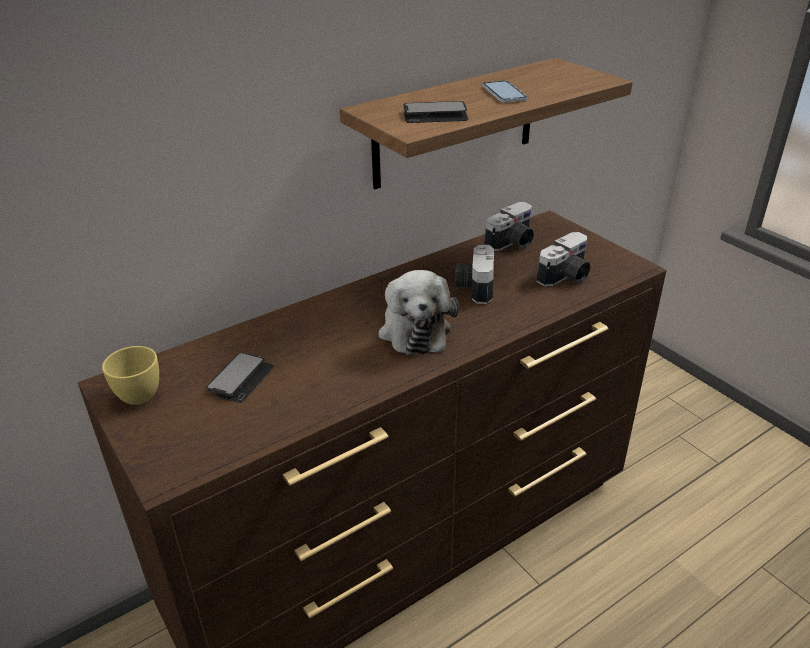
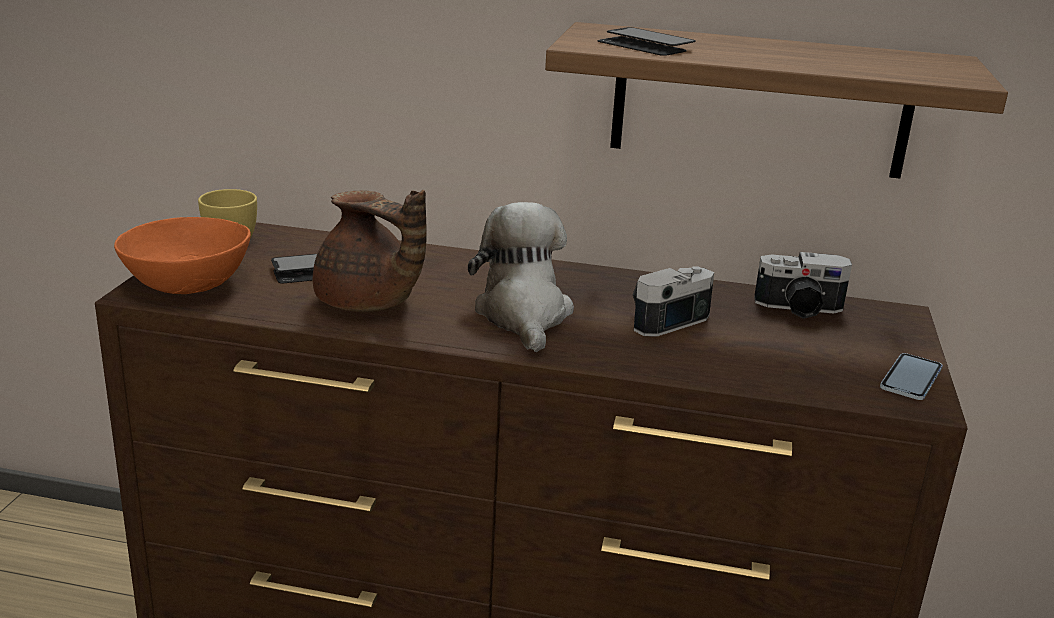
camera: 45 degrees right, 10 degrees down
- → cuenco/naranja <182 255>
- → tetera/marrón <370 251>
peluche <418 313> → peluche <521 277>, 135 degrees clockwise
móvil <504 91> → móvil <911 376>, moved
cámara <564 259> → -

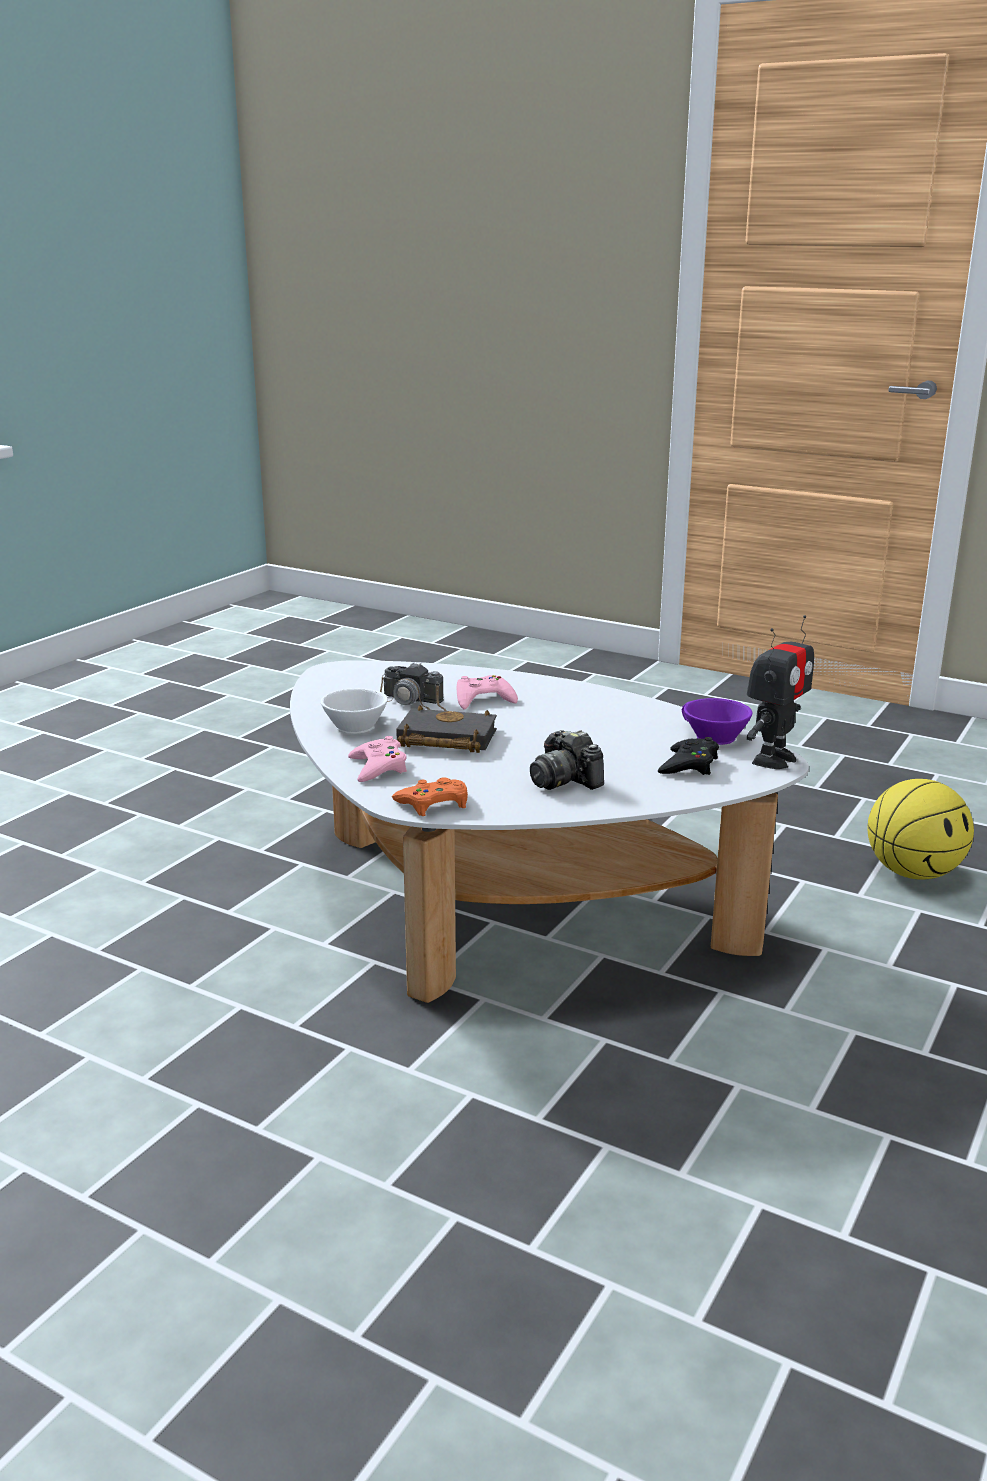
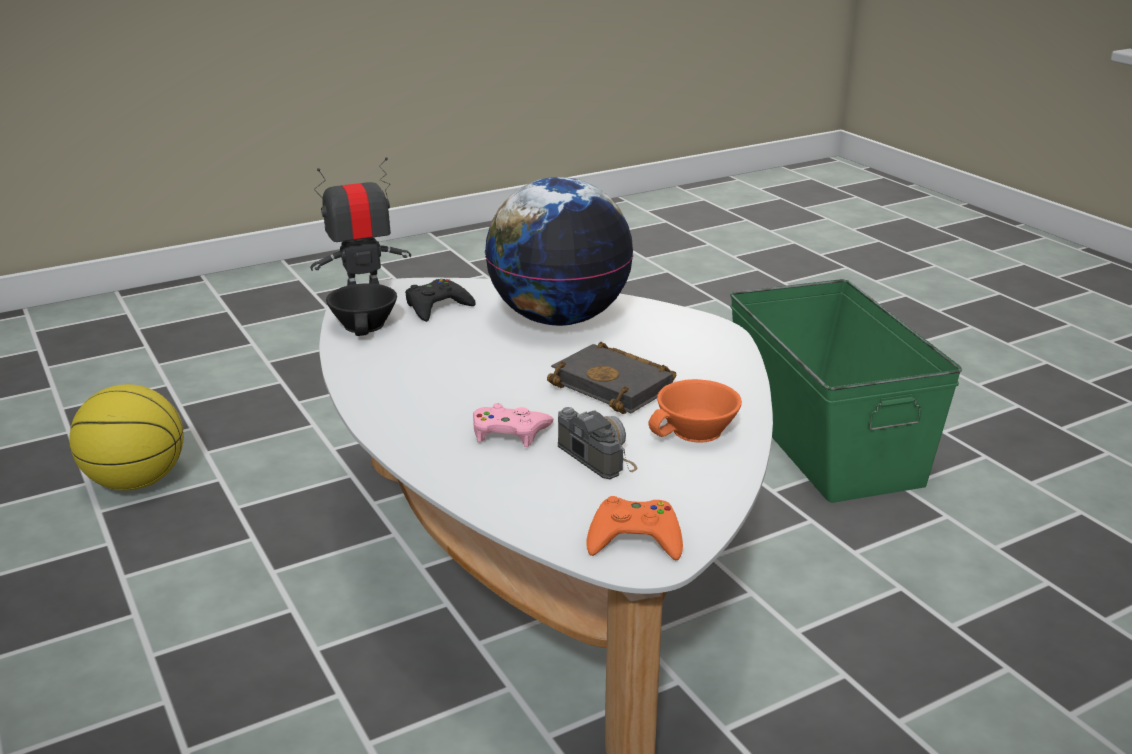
camera: 150 degrees left, 5 degrees up
taza/morado <717 721> → taza/negro <361 309>
cámara <567 760> → globo terráqueo <559 251>
mando de consola/naranja <430 797> → mando de consola/naranja <634 528>, moved
taza/blanco <354 711> → taza/naranja <695 411>
- → caja de almacenaje/verde <846 391>
mando de consola/rosa <377 759> → -

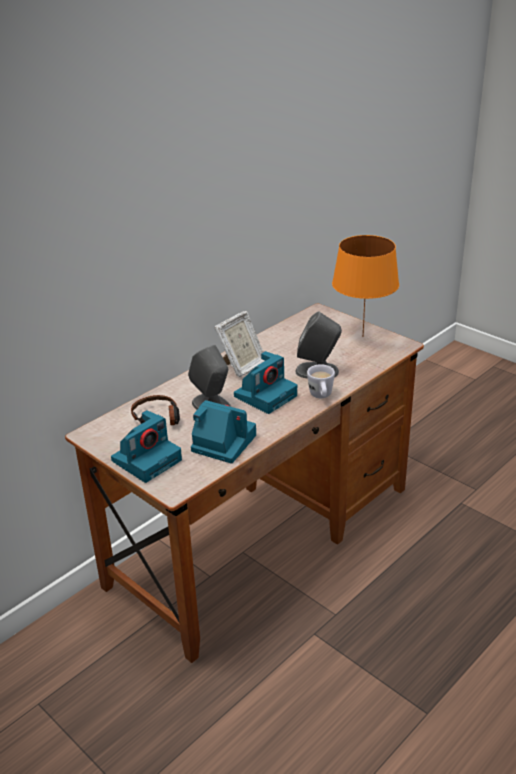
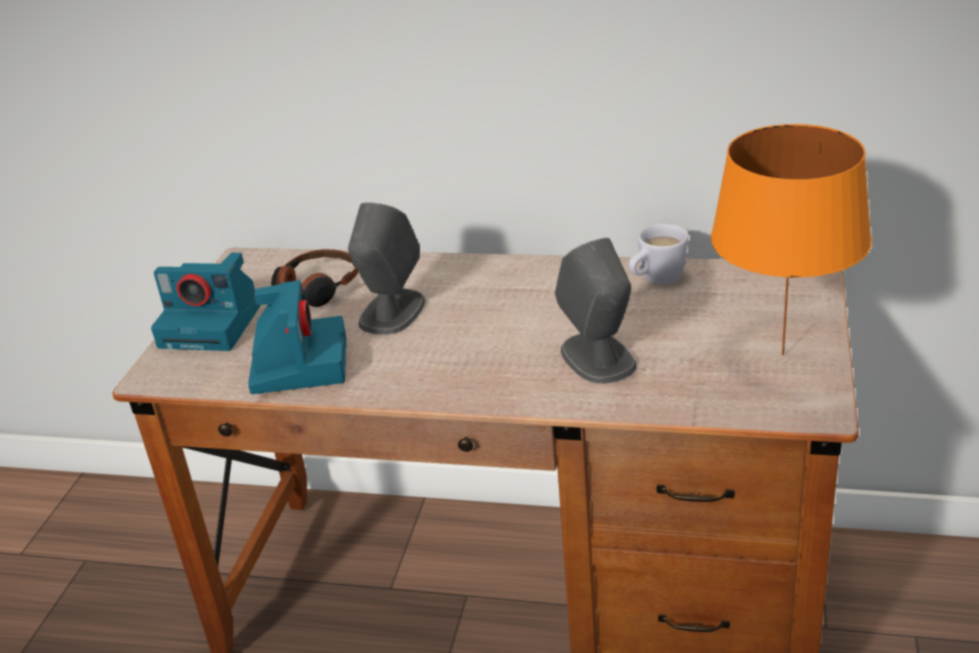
camera: 60 degrees right, 0 degrees up
taza grande/blanco <321 381> → taza grande/blanco <659 254>, moved
portarretratos <239 344> → -
cámara <265 382> → -

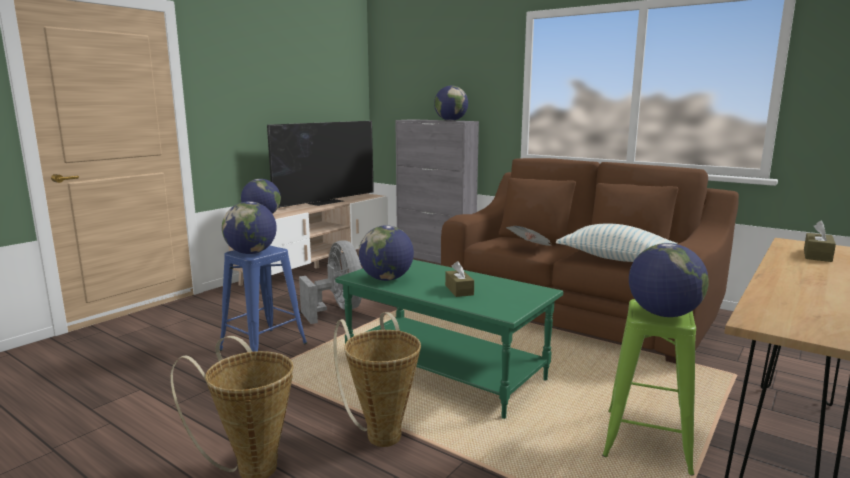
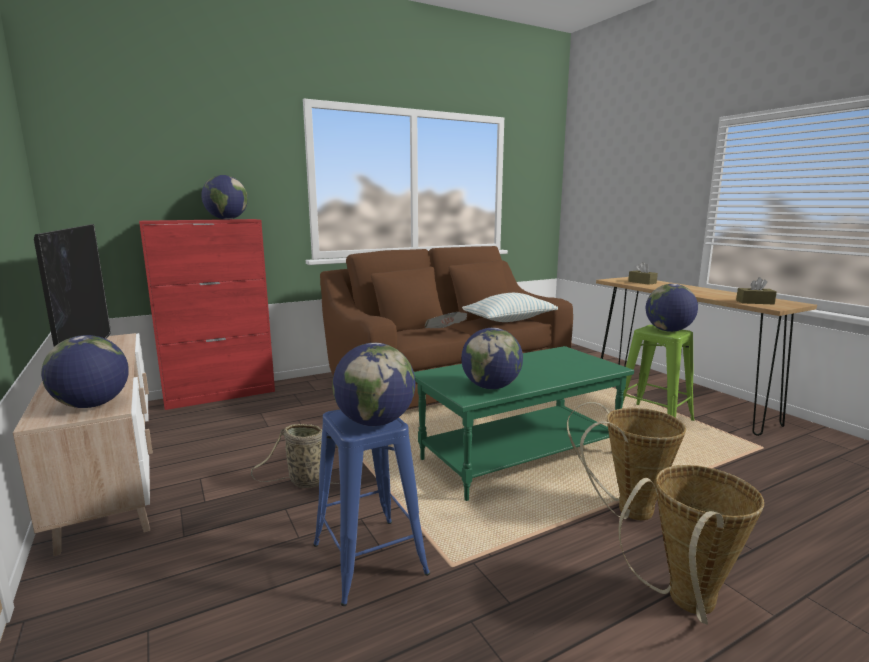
camera: 65 degrees left, 0 degrees up
armario/gris <437 191> → armario/rojo <207 314>
ventilador/gris <330 282> → cesta <295 456>
caja de pañuelos/marrón <459 279> → caja de pañuelos/marrón <756 290>, moved

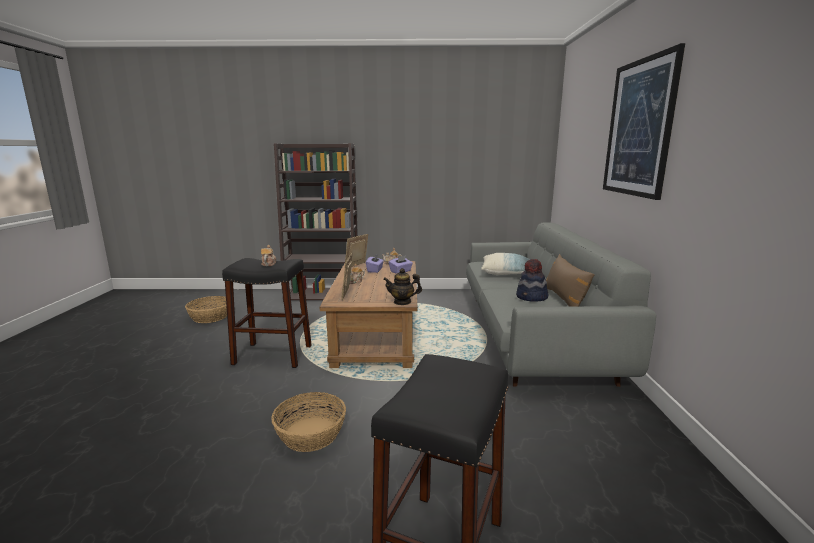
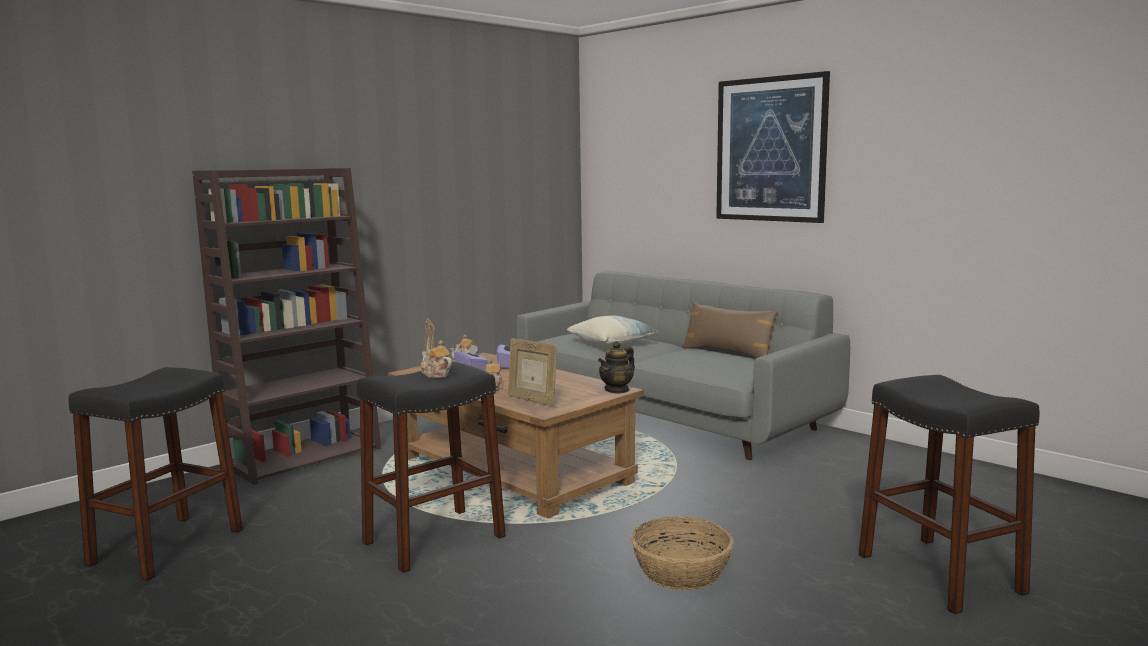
camera: 45 degrees left, 5 degrees down
cesta <206 309> → taburete/negro <155 474>
sombrero <532 280> → -

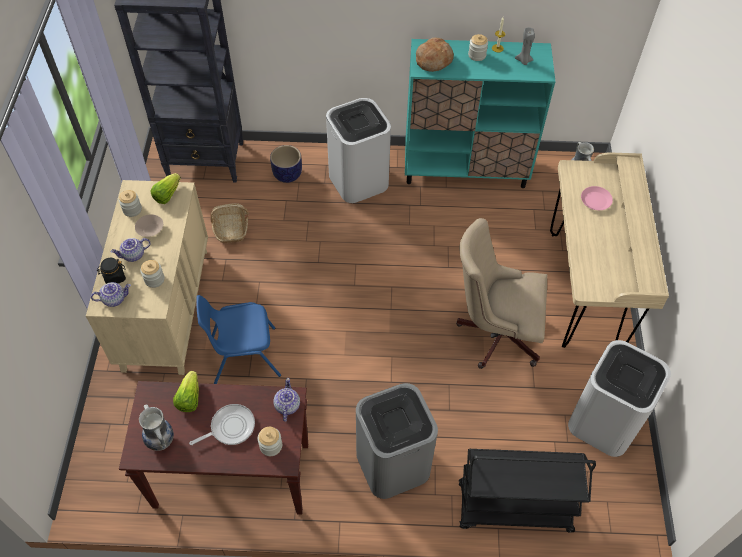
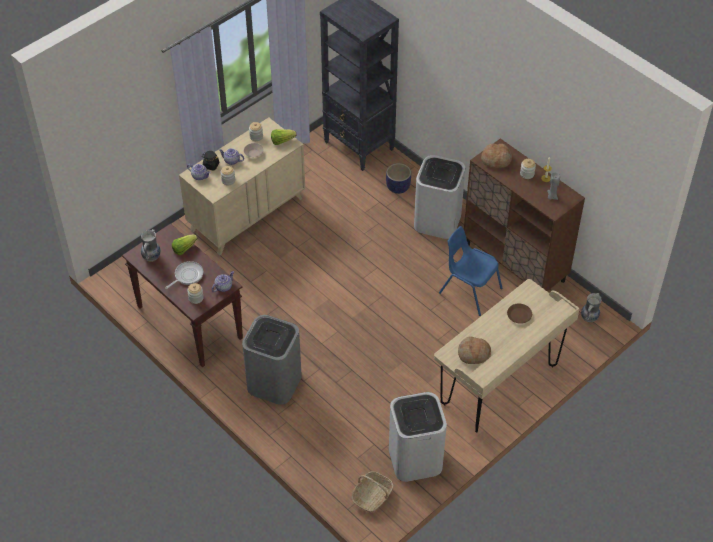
camera: 45 degrees right, 5 degrees down
sartén <222 424> → sartén <184 275>, 60 degrees counterclockwise
cesta <229 223> → cesta <372 492>, moved
silla/azul <238 339> → silla/azul <470 271>, moved
- → pan <474 350>
armario/turquesa <480 113> → armario/marrón <524 214>
plato/rosa <597 198> → plato/marrón <519 314>
silla de oficina/beis <501 293> → -
carrito/negro <527 491> → -

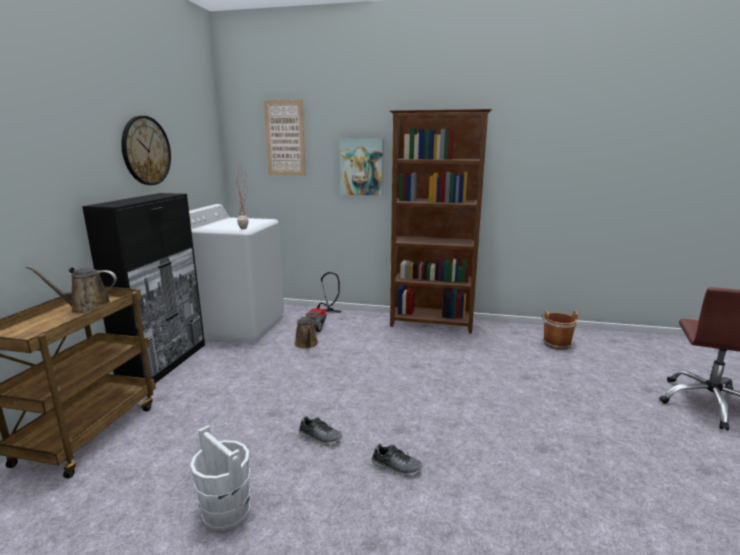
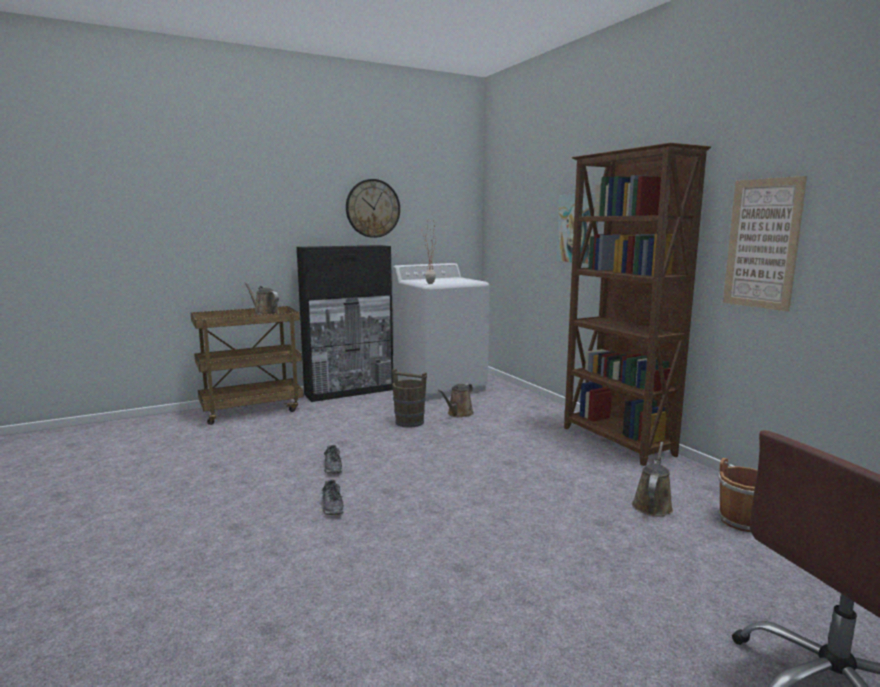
camera: 50 degrees right, 5 degrees down
- → cubo/marrón <409 398>
- → regadera/marrón <652 479>
cuadro <285 137> → cuadro <765 244>, moved
cubo/blanco <220 478> → -
aspiradora <324 302> → -

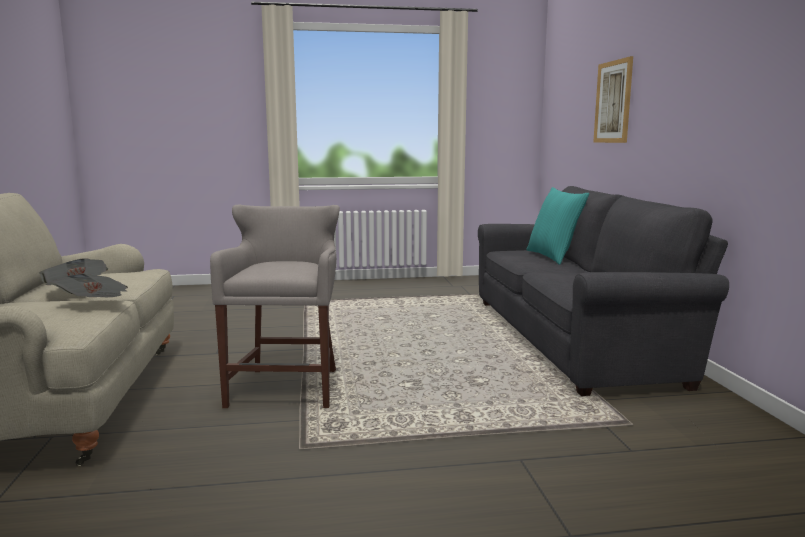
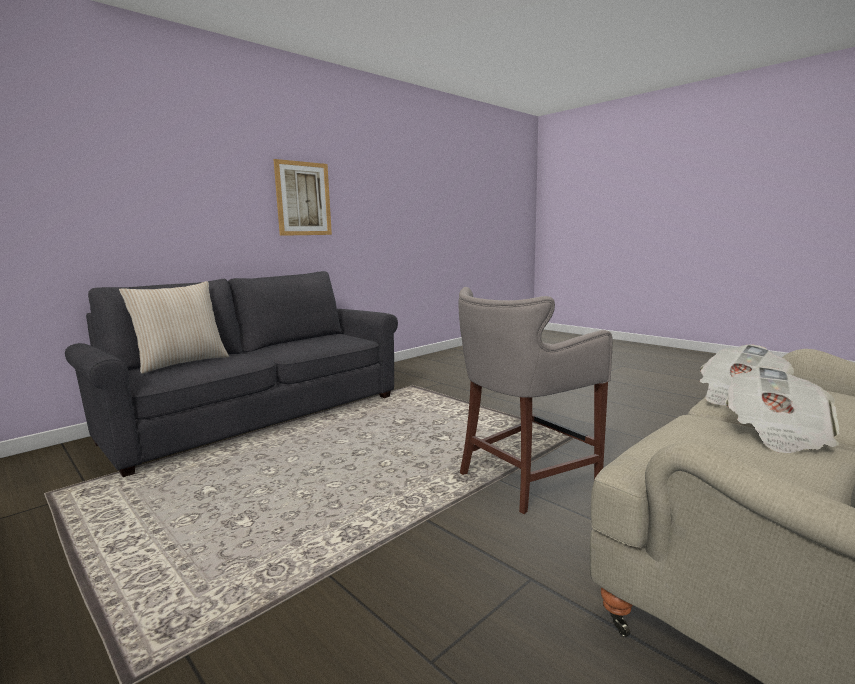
camera: 125 degrees left, 0 degrees up
cojín/turquesa <557 226> → cojín/beis <174 327>
cuadro <613 99> → cuadro <303 197>, moved

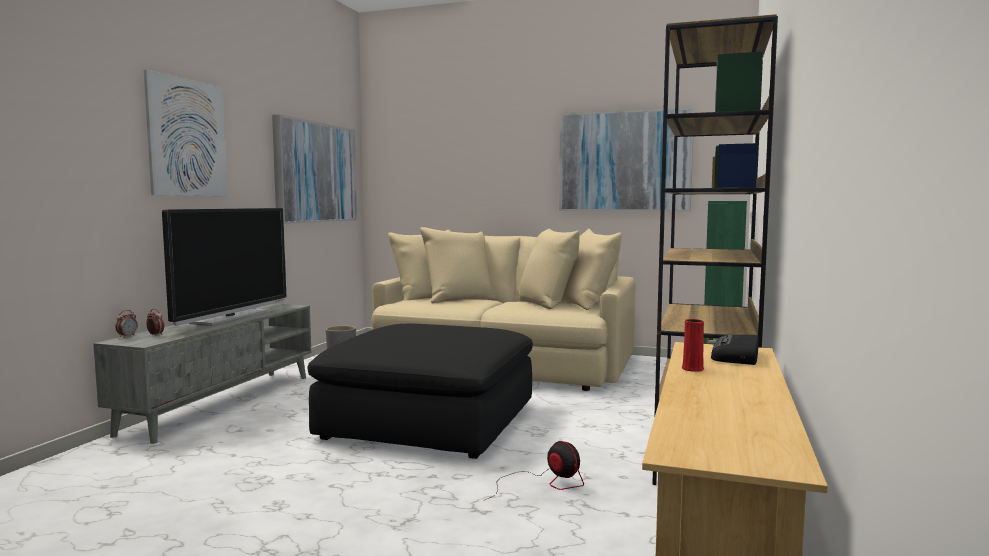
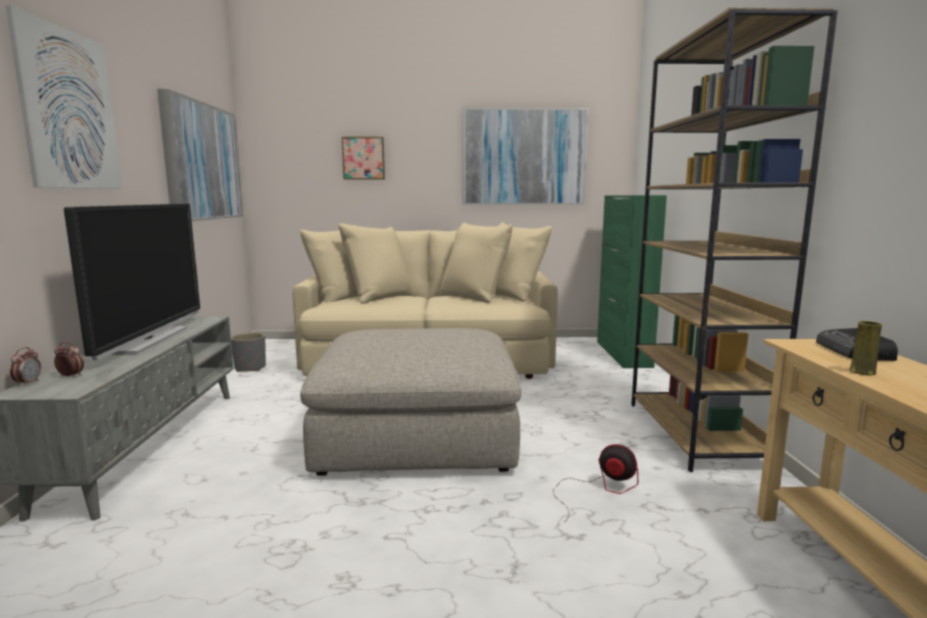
camera: 20 degrees left, 5 degrees up
puf/negro <420 391> → puf/beis <410 402>
- → cuadro <363 158>
florero/rojo <693 345> → florero/amarillo <866 348>

